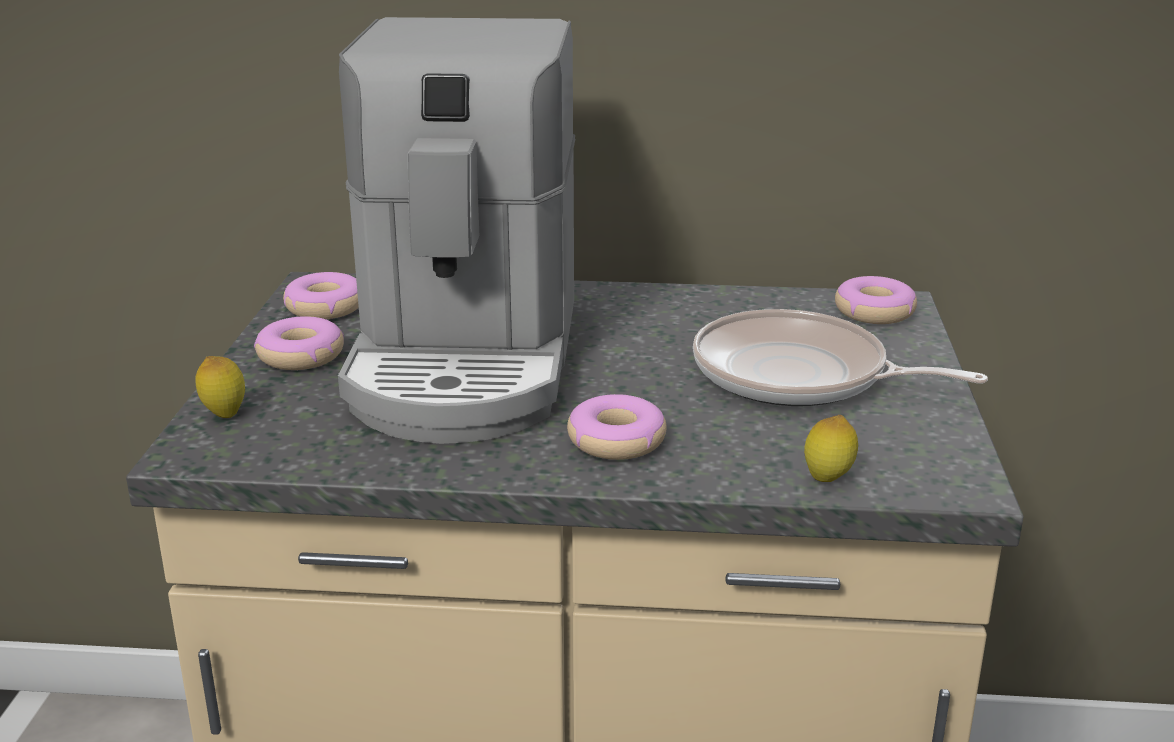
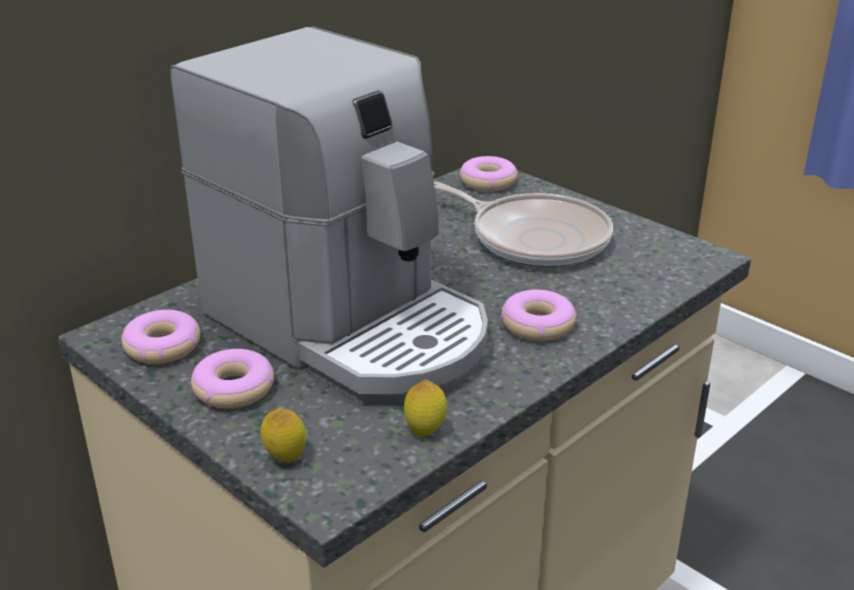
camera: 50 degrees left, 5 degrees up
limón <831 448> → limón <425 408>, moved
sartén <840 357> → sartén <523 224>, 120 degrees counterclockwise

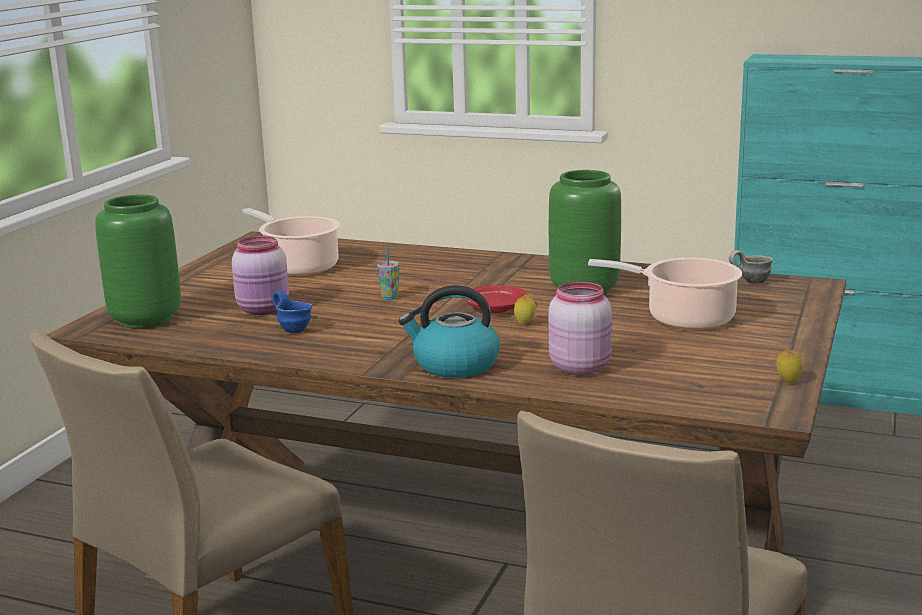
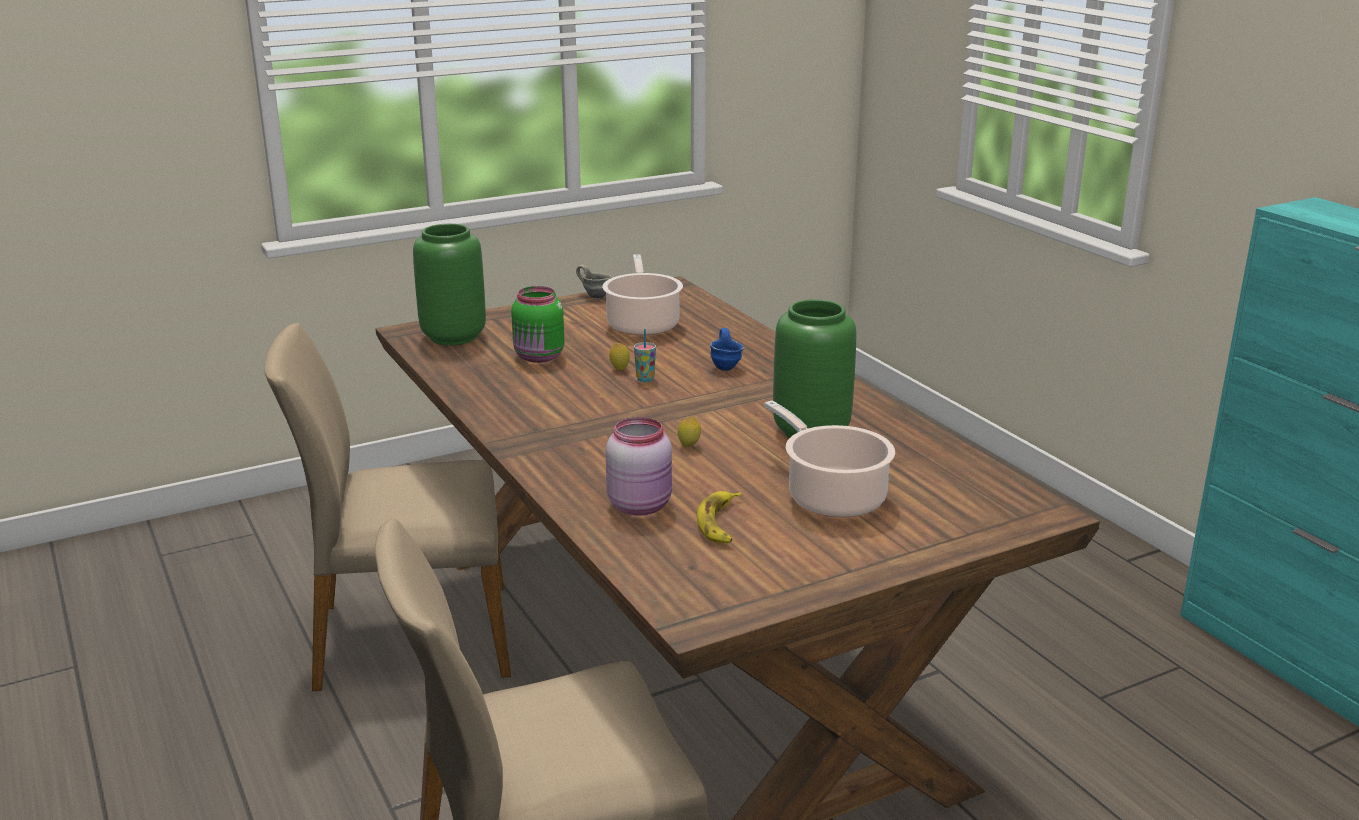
camera: 40 degrees right, 5 degrees up
tarro/rosa <260 275> → tarro/verde <537 324>
taza grande/gris <751 267> → taza grande/gris <594 281>, moved
limón <789 366> → limón <619 356>, moved
- → plátano <719 517>
taza grande/azul <292 312> → taza grande/azul <727 349>, moved
hervidor <449 331> → -
plato/rojo <495 299> → -

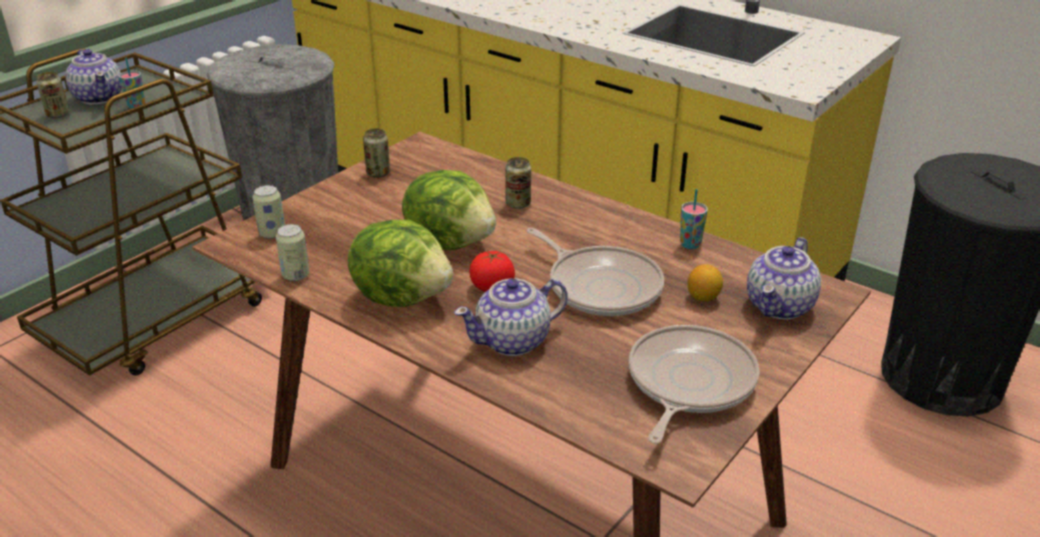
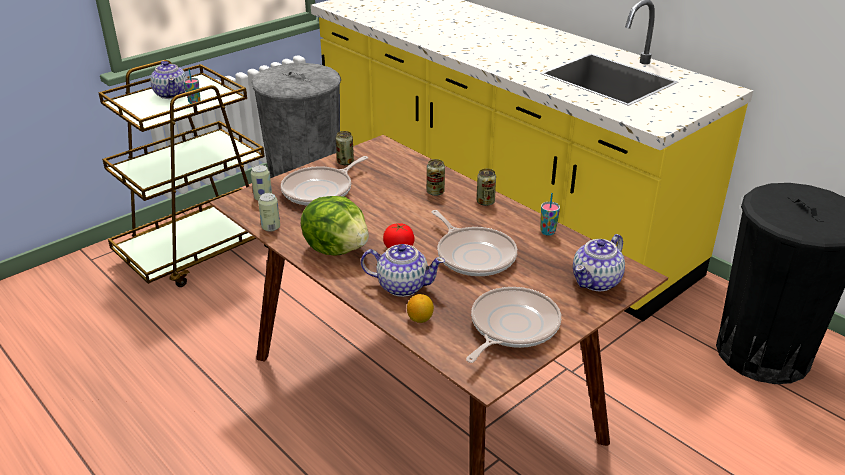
camera: 10 degrees right, 0 degrees up
- → sartén <324 181>
tetera <511 317> → tetera <403 270>, 150 degrees counterclockwise
limón <705 282> → limón <420 308>, moved
lata <53 95> → lata <486 187>, moved
lechuga <449 210> → -

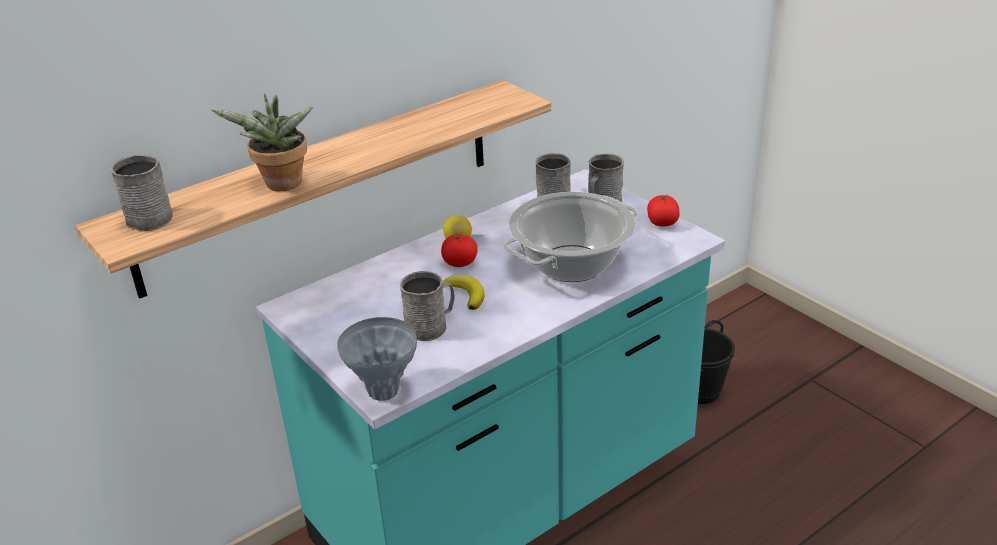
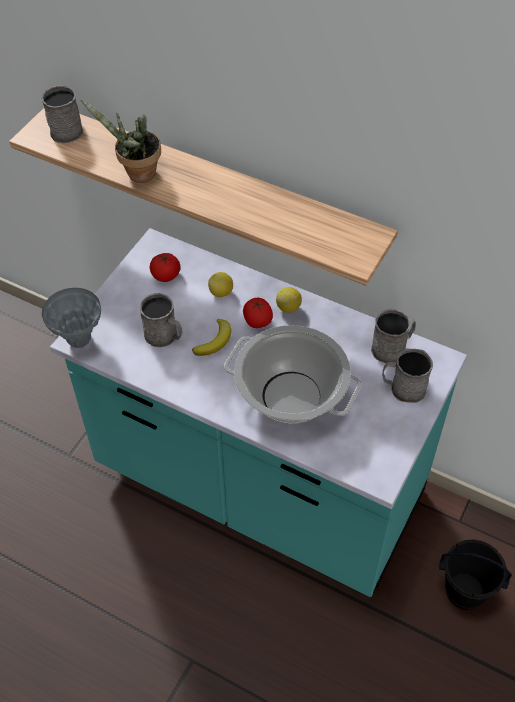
camera: 65 degrees right, 20 degrees up
tomate <663 211> → tomate <165 267>, moved
- → limón <220 284>

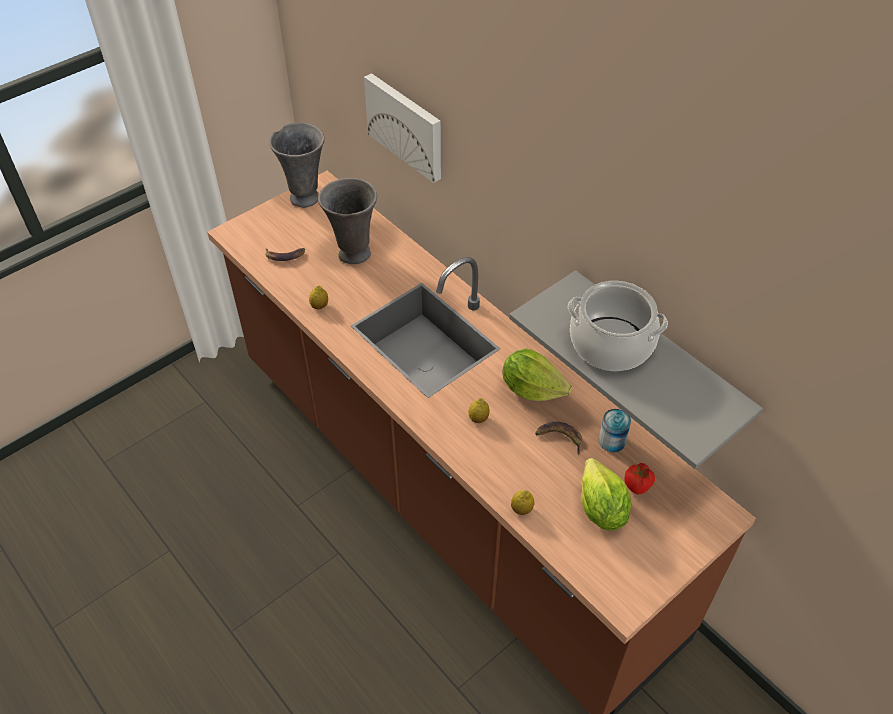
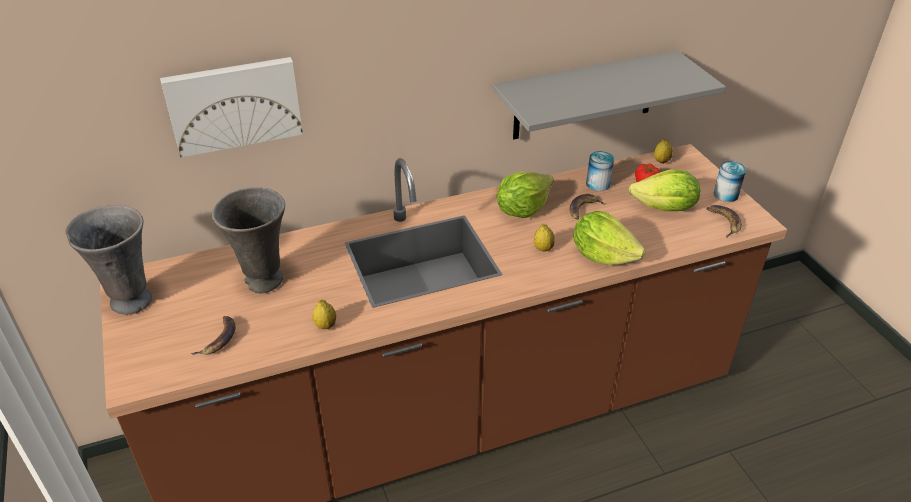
camera: 70 degrees left, 10 degrees down
- → lechuga <609 238>
limón <522 502> → limón <663 151>, moved
- → plátano <724 221>
- → lata <730 181>
olla <618 326> → -

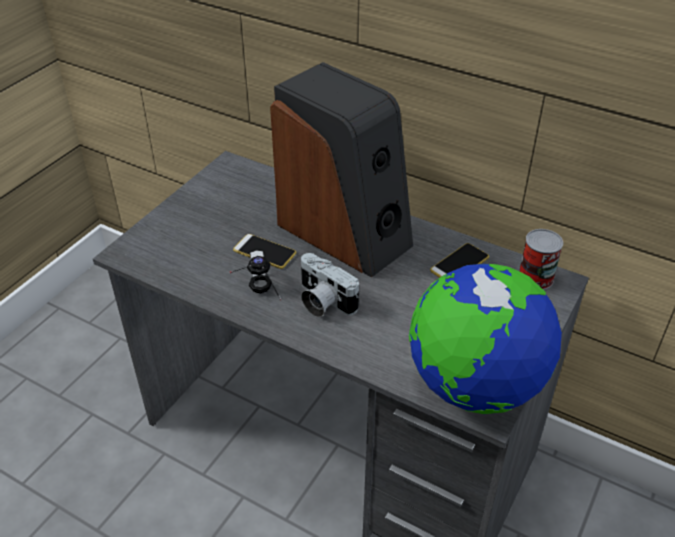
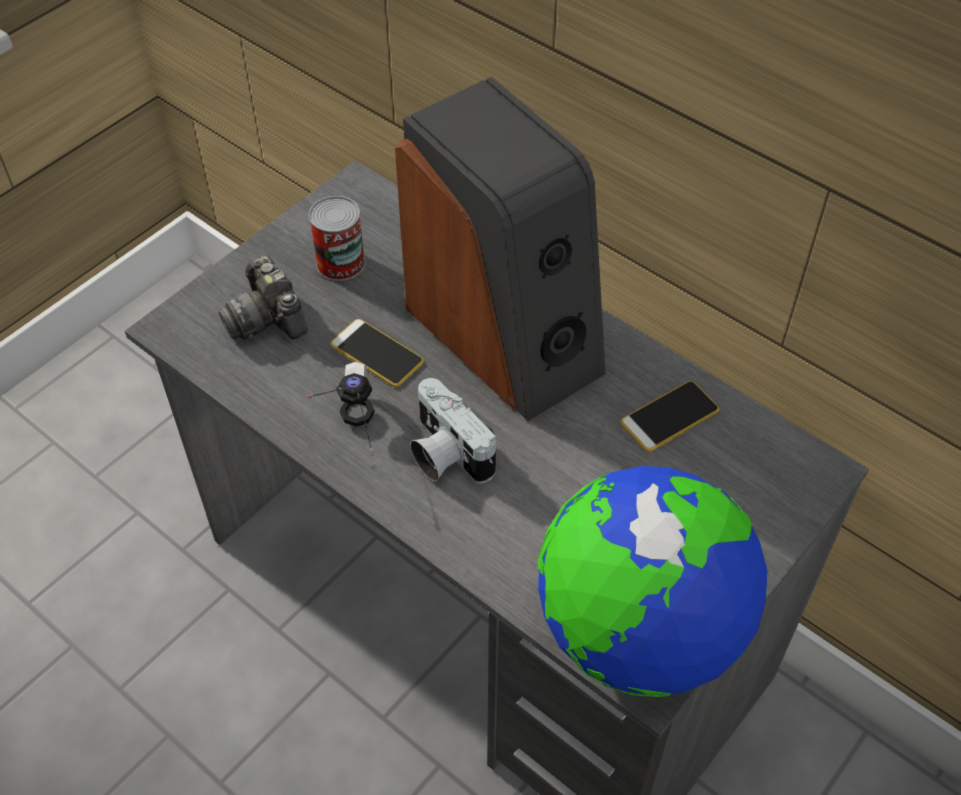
camera: 10 degrees right, 10 degrees up
- → cámara <263 297>
lata <541 259> → lata <337 238>, moved

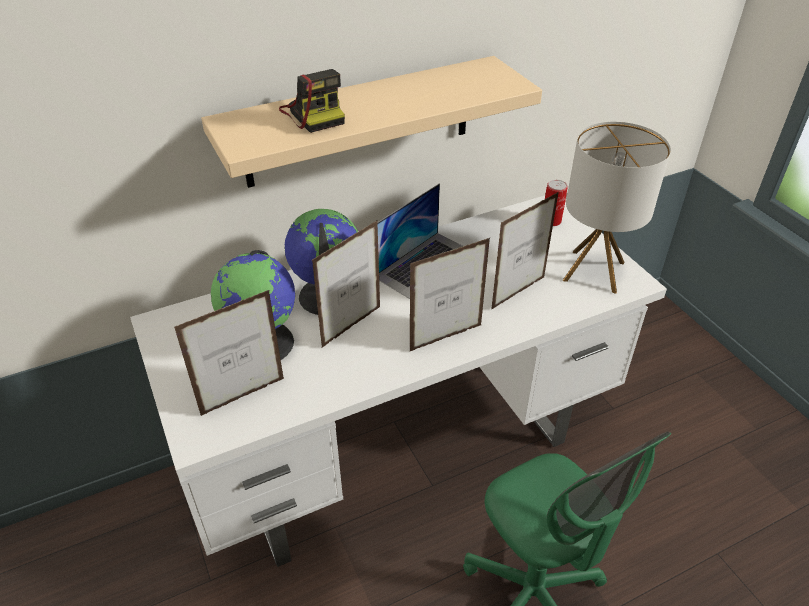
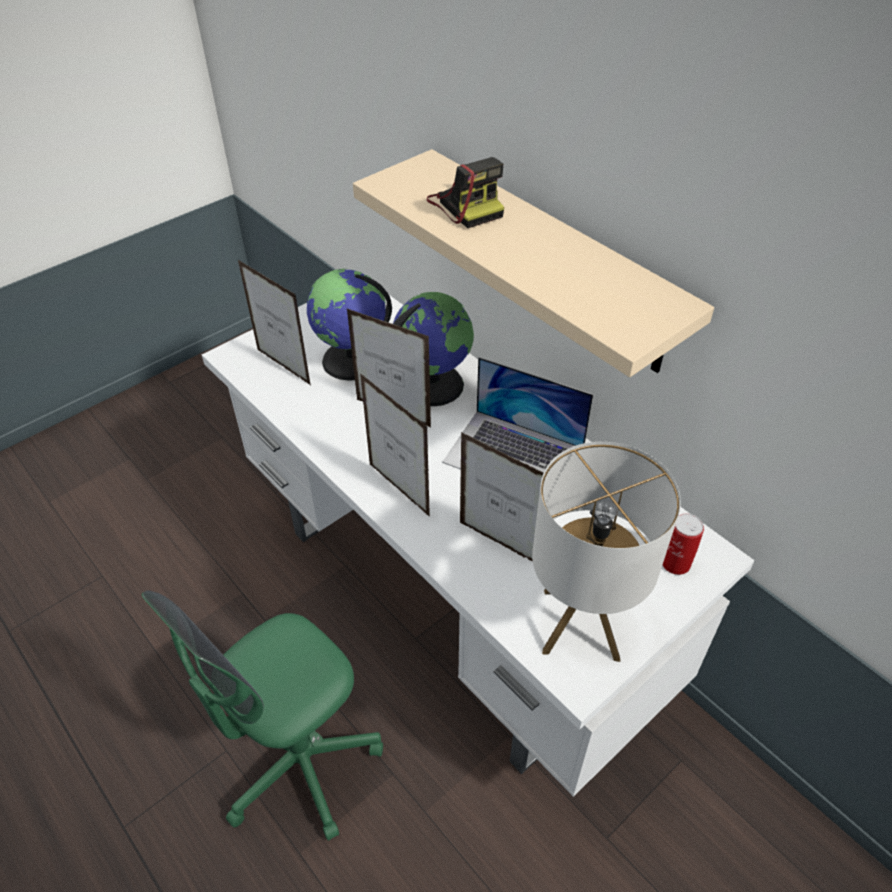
camera: 75 degrees right, 5 degrees up
cámara <312 101> → cámara <465 192>, 75 degrees counterclockwise

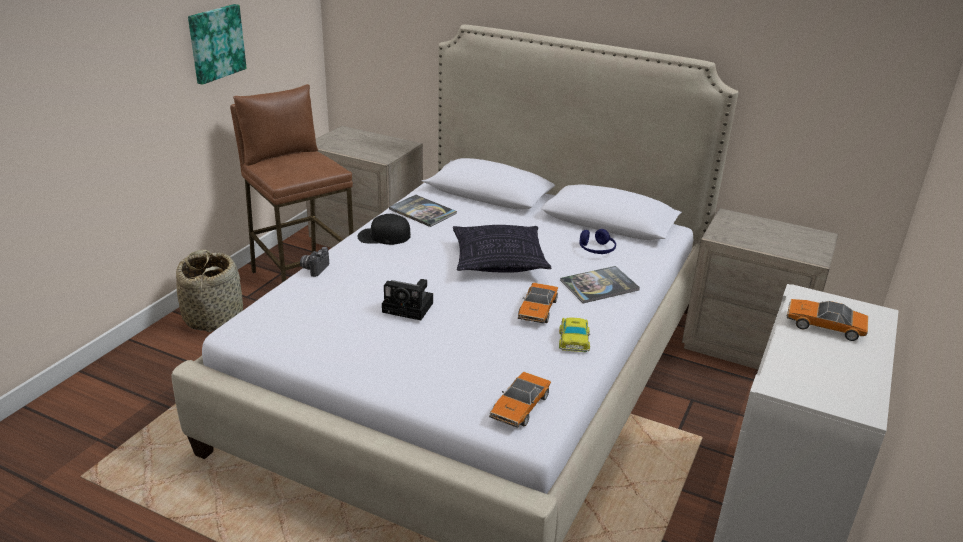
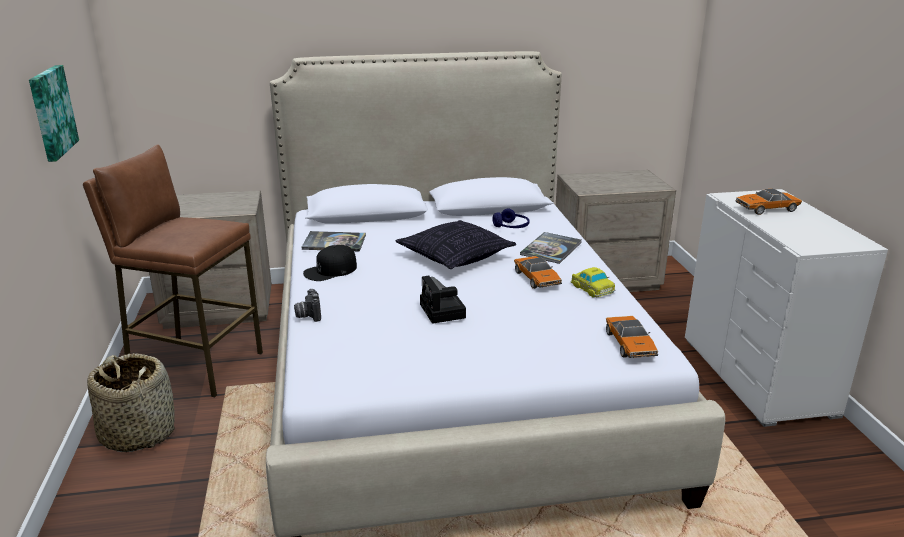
camera: 35 degrees left, 5 degrees down
cámara <407 299> → cámara <443 300>, 90 degrees clockwise

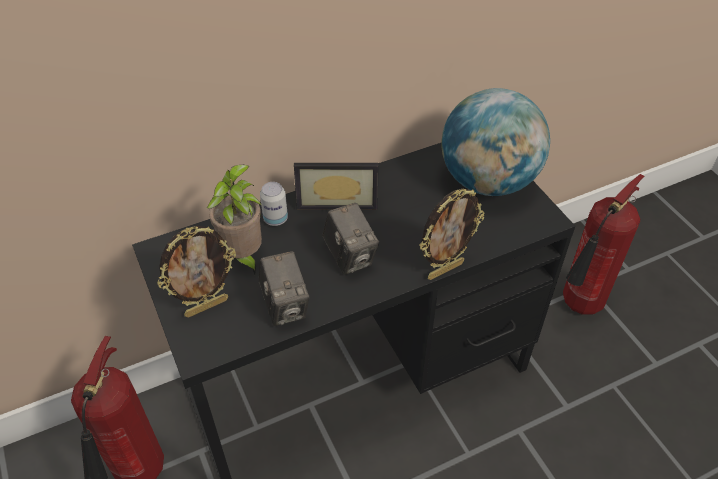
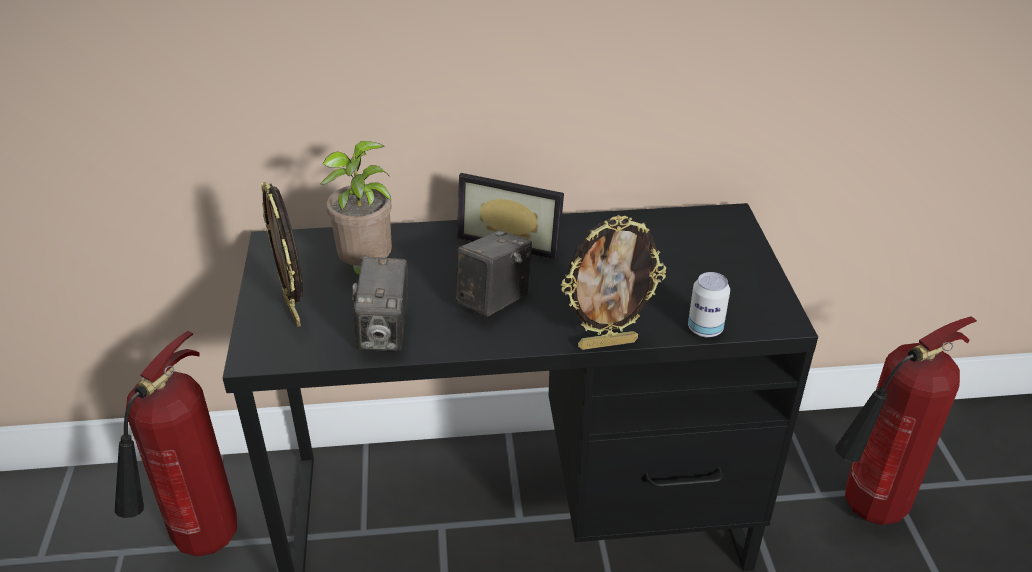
camera: 20 degrees right, 10 degrees down
portarretratos <196 272> → portarretratos <282 254>, 75 degrees clockwise
cámara <350 239> → cámara <493 273>, 135 degrees counterclockwise
lata <274 204> → lata <709 304>, moved
globo terráqueo <495 142> → -

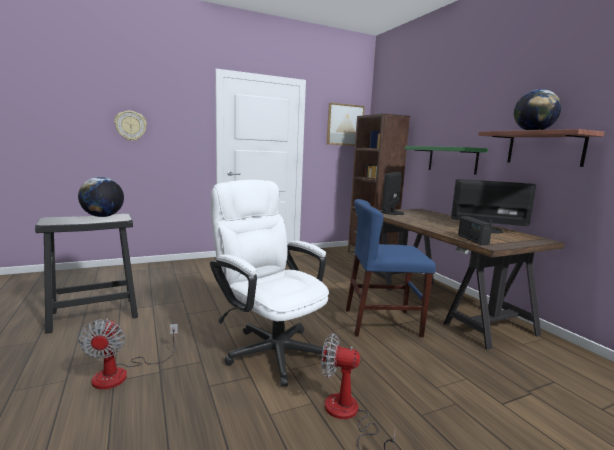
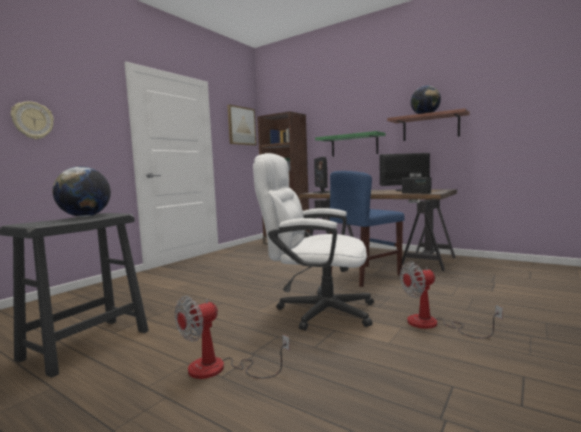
camera: 30 degrees left, 5 degrees down
ventilador <128 354> → ventilador <232 337>, 90 degrees clockwise

